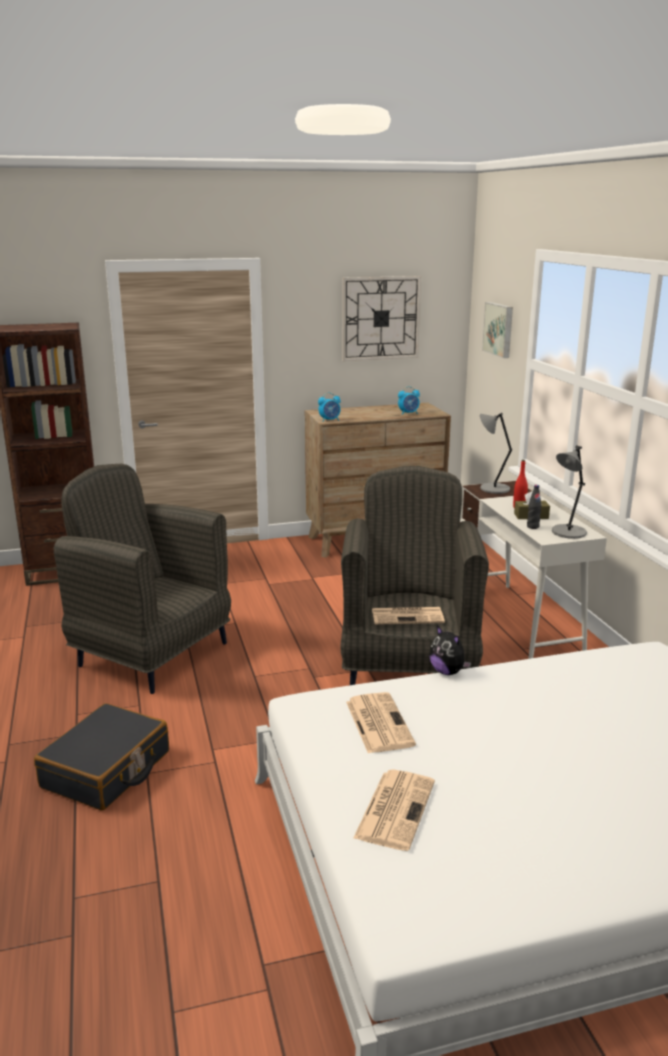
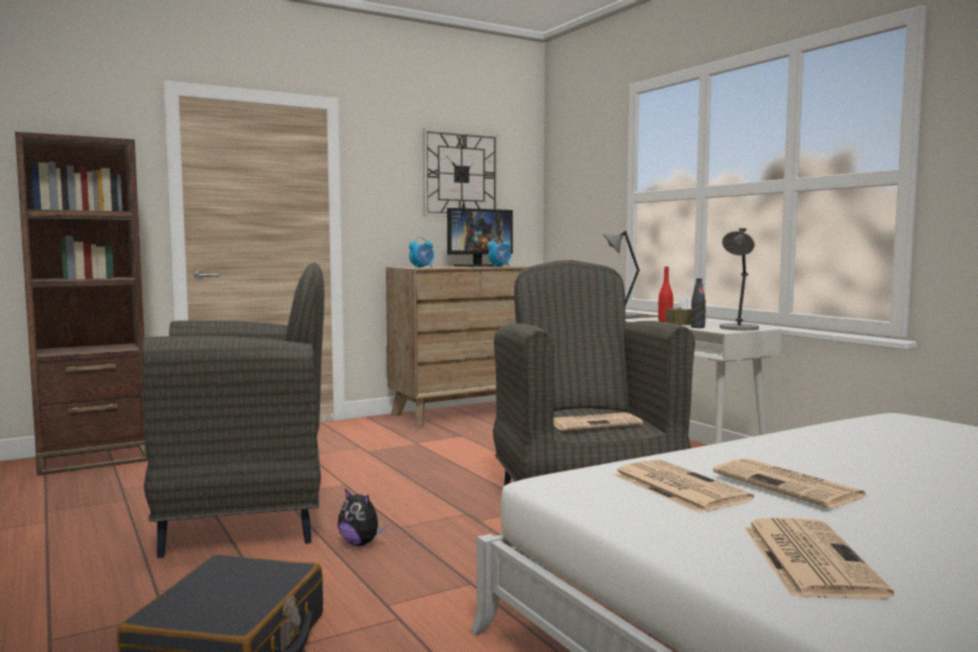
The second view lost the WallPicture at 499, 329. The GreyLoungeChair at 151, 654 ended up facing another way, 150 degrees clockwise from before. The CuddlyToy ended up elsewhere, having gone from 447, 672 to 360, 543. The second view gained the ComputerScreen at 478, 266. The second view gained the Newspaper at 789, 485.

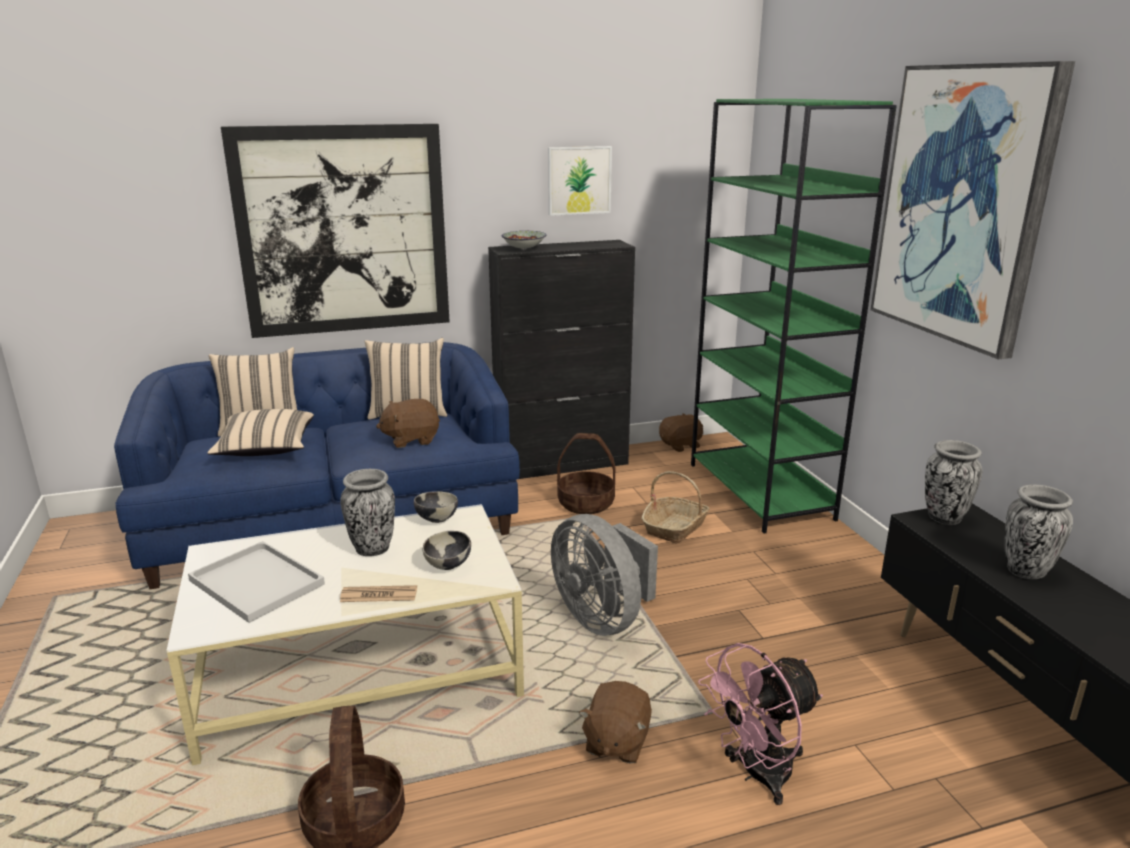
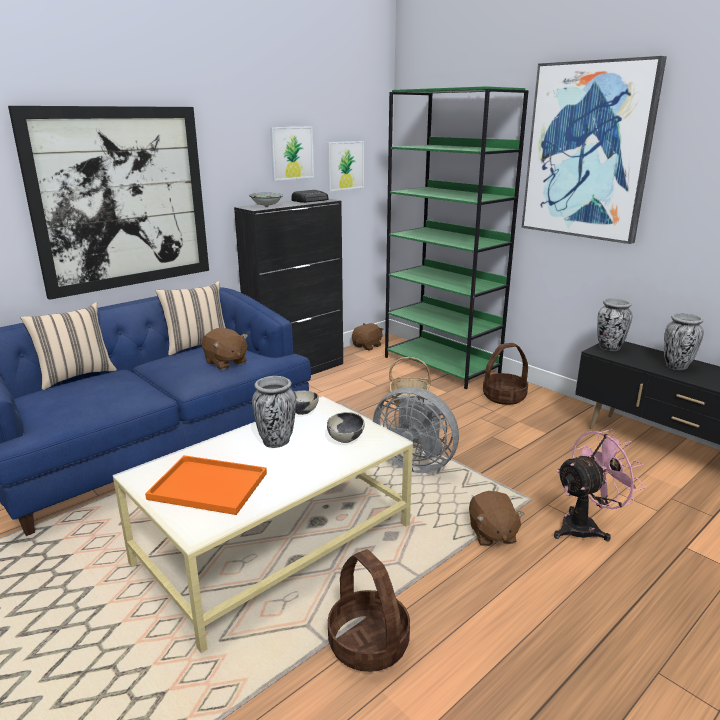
The BrownColouredCuddlyToy at 411, 439 ended up facing another way, 90 degrees counterclockwise from before. The second view lost the BeigeThrowPillow at 266, 450. The StorageBasket ended up elsewhere, having gone from 585, 503 to 504, 397. What was the WhiteCarryingTray at 254, 582 turned into the OrangeColouredCarryingTray at 206, 486. The second view lost the Newspaper at 379, 595. The PinkCoolingFan at 756, 775 ended up facing another way, 150 degrees counterclockwise from before. The second view gained the WallPicture at 345, 165. The second view gained the RadioReceiver at 310, 200.

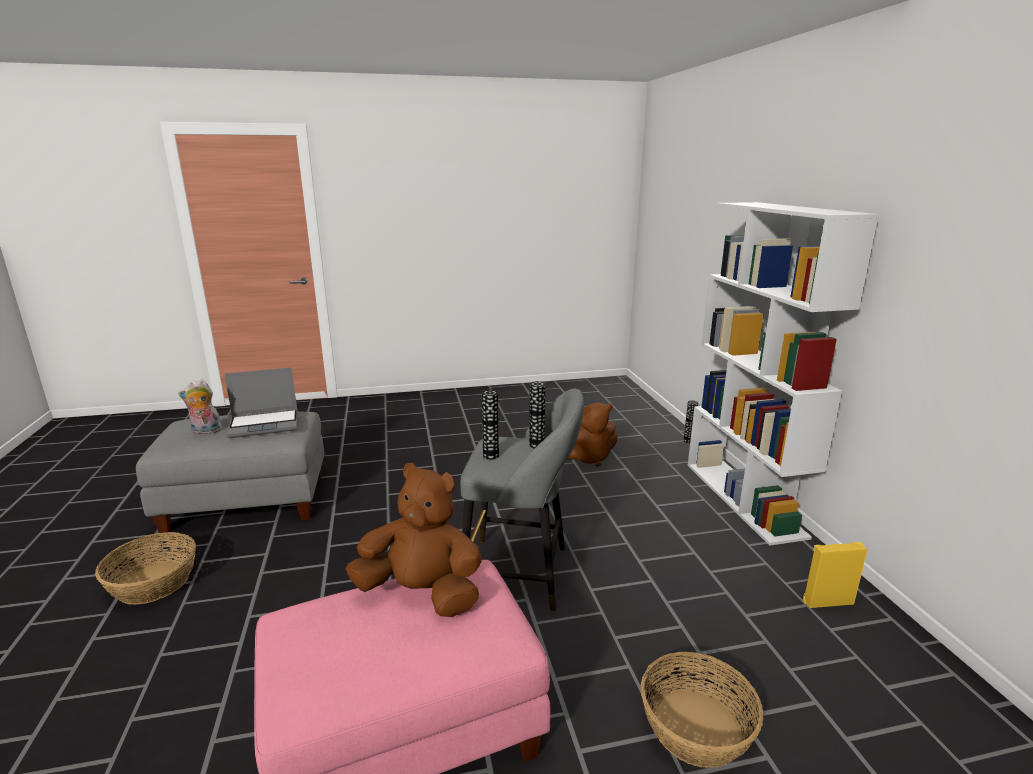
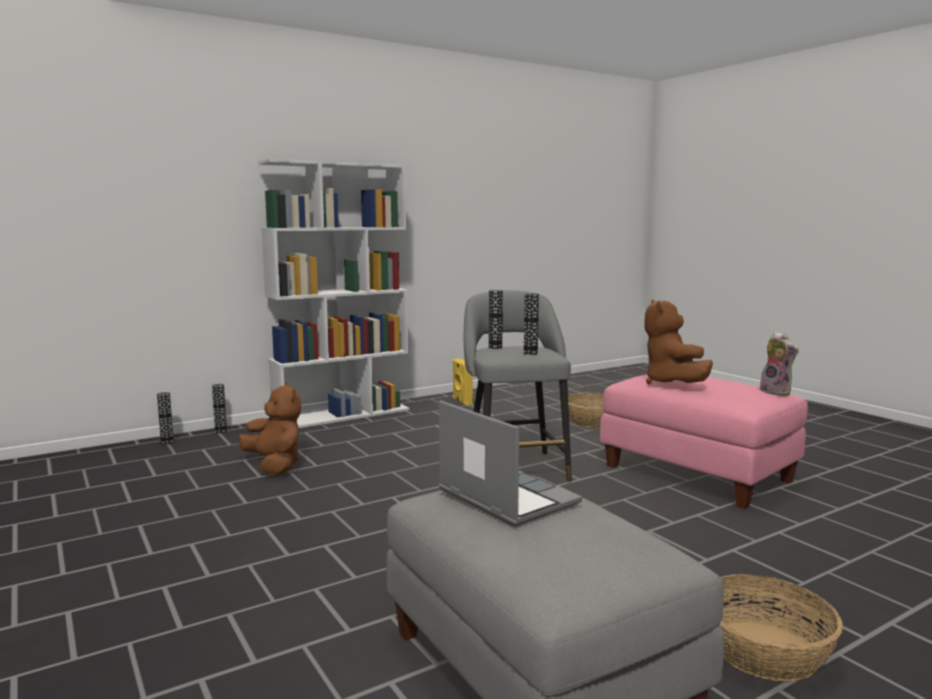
The CuddlyToy ended up elsewhere, having gone from 205, 431 to 777, 392. The second view gained the DecorativeVase at 167, 442.

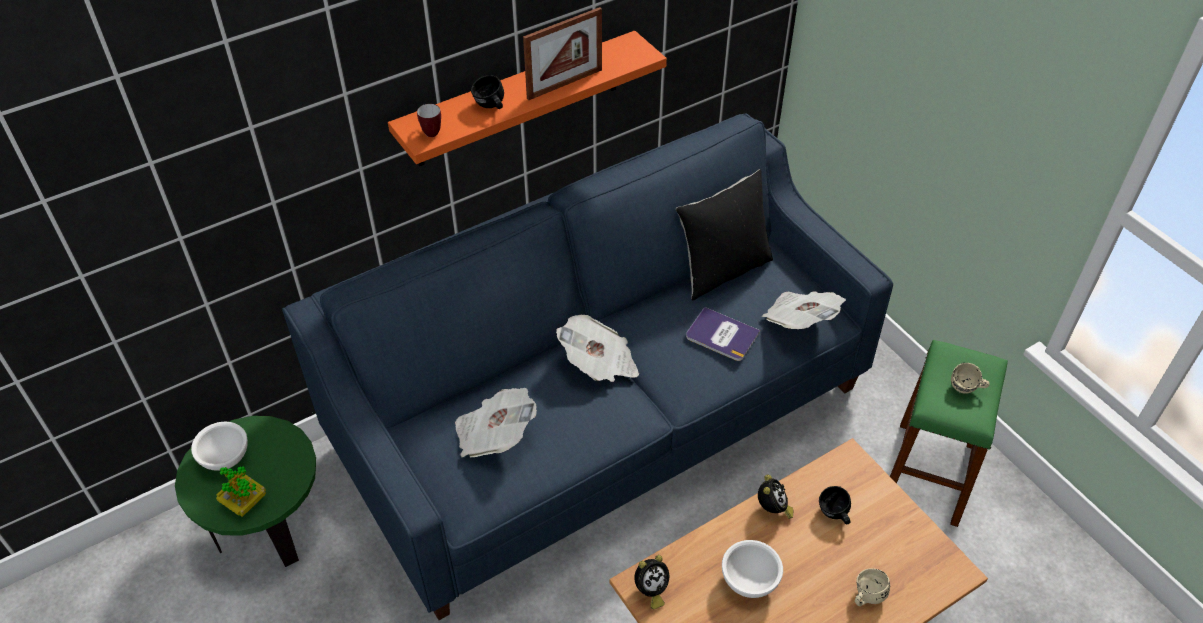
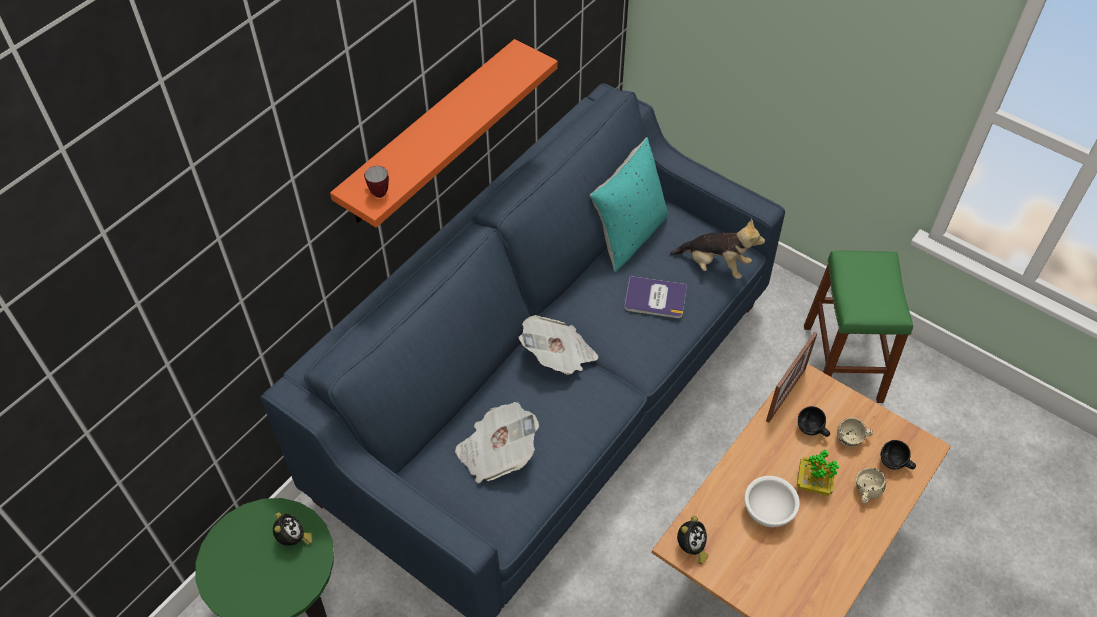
The PhotoFrame ended up elsewhere, having gone from 564, 84 to 786, 394. The BlackMug ended up elsewhere, having gone from 490, 107 to 894, 465. What was the BlackThrowPillow at 722, 270 turned into the TurquoiseColouredThrowPillow at 628, 235. Where the Newspaper stood at 799, 321, the CuddlyToy came to stand at 715, 265. The BeigeMug ended up elsewhere, having gone from 966, 389 to 852, 440. The second view lost the WhiteDeepDish at 226, 458. The PlantInAPot ended up elsewhere, having gone from 244, 502 to 813, 483. The TableClock ended up elsewhere, having gone from 772, 509 to 293, 539.

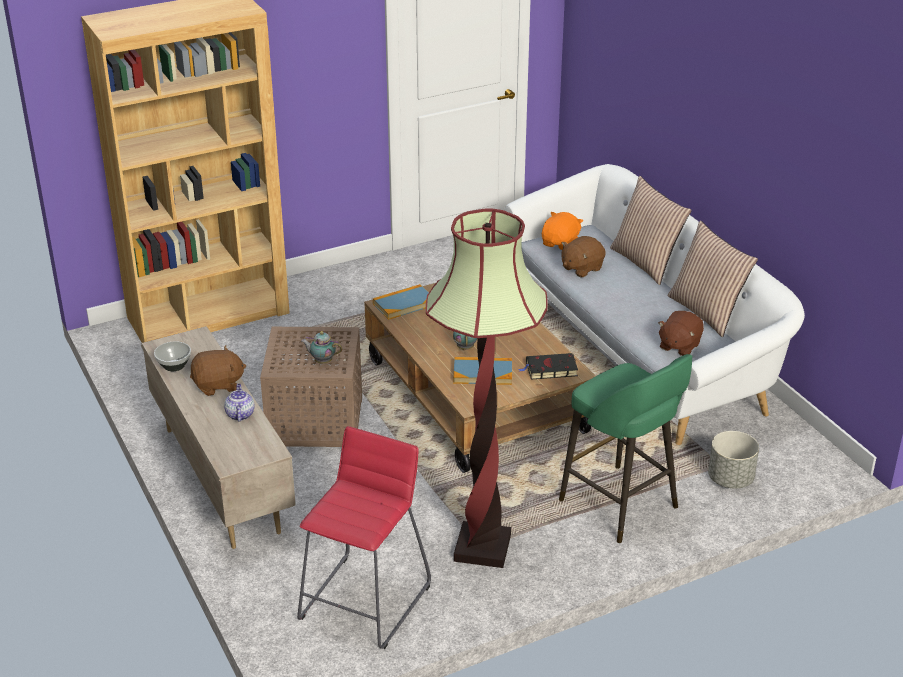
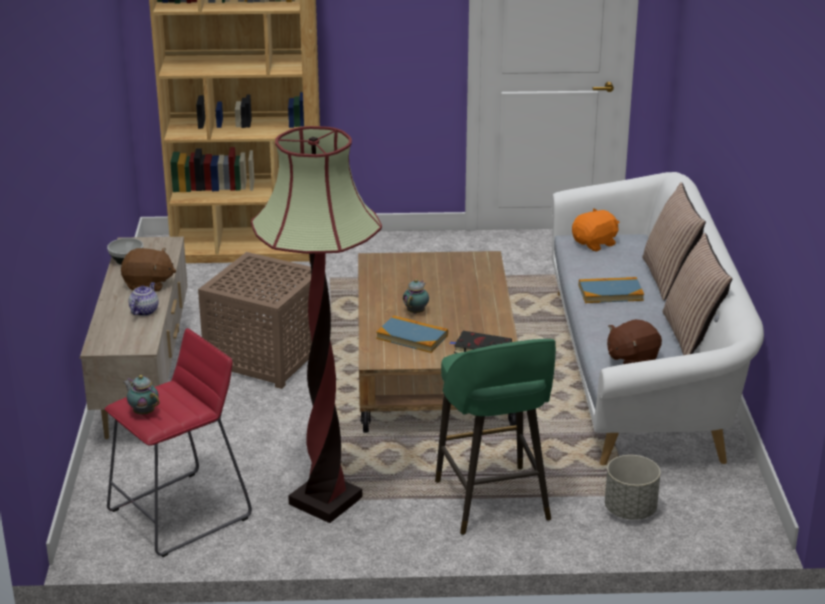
The second view lost the BrownColouredCuddlyToy at 581, 268. The BoundBook ended up elsewhere, having gone from 404, 304 to 610, 293. The PotForTea ended up elsewhere, having gone from 322, 361 to 143, 412.

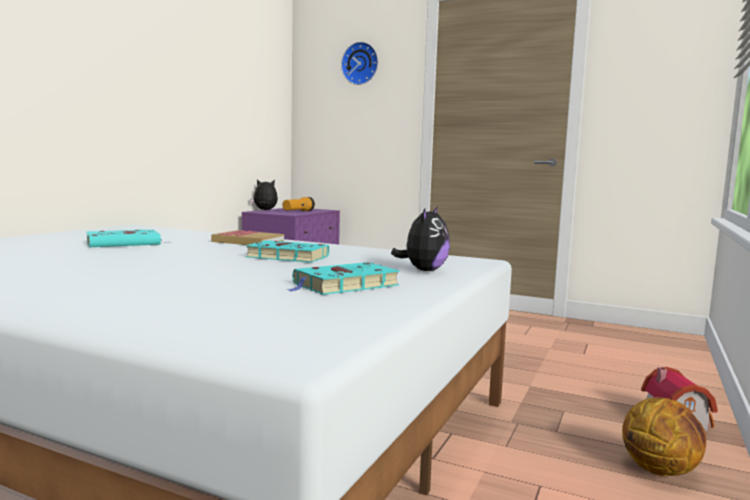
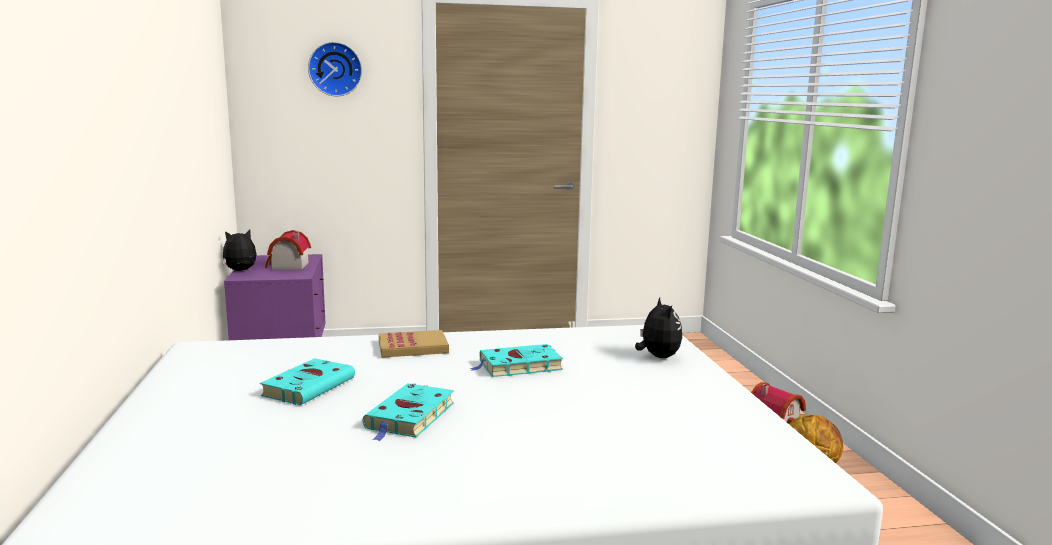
Where the Flashlight stood at 298, 211, the MiniatureHouse came to stand at 287, 266. The TurquoiseColouredBoundBook ended up elsewhere, having gone from 343, 285 to 409, 417.

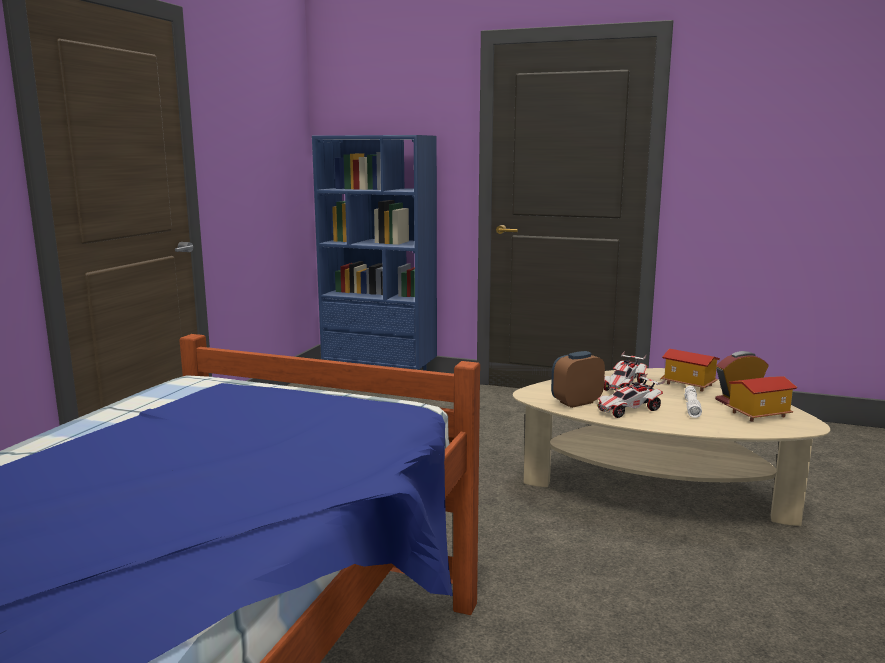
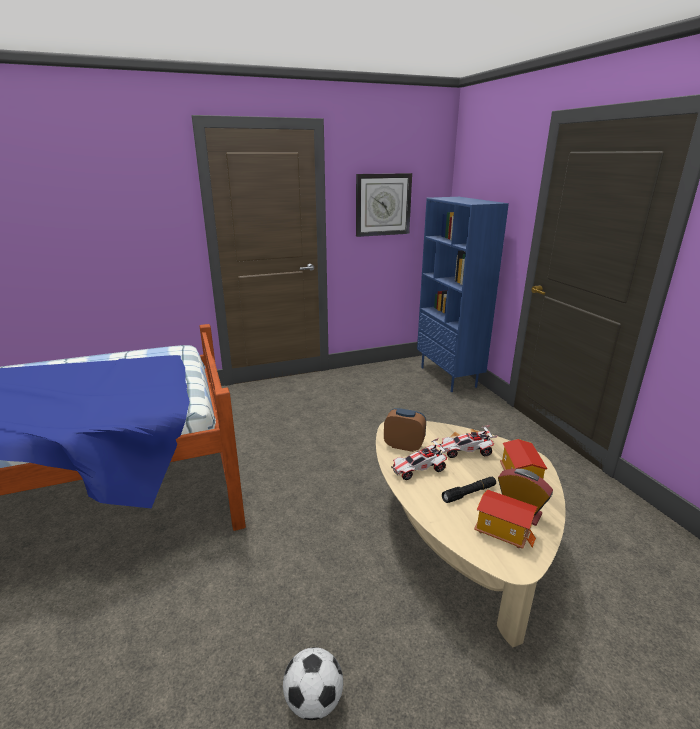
The ModelCar at 628, 410 ended up facing another way, 45 degrees counterclockwise from before. What was the WhiteFlashlight at 691, 406 turned into the BlackFlashlight at 469, 493. The second view gained the HangingClock at 383, 204. The second view gained the Football at 314, 701.

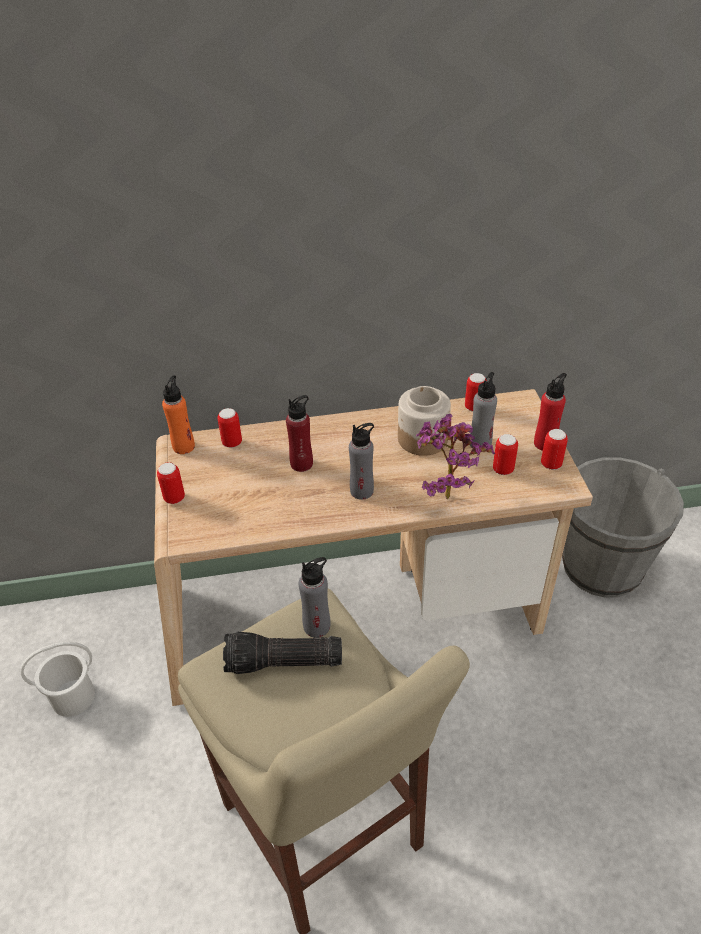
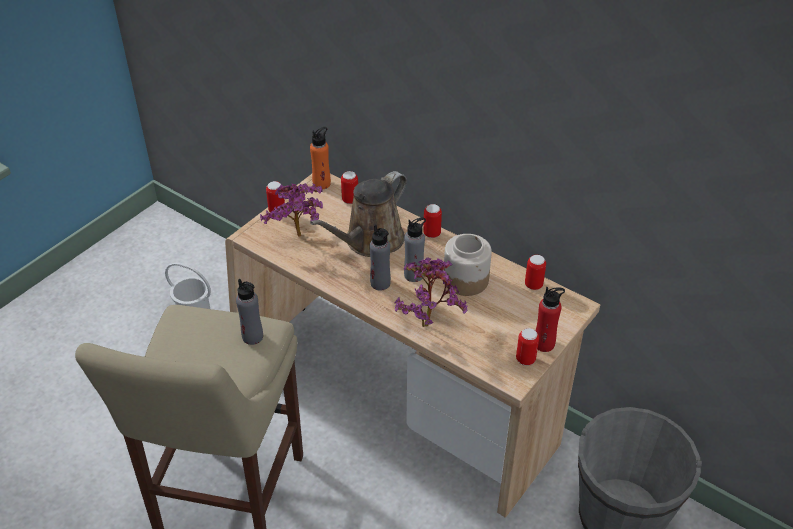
The GreyBottle ended up elsewhere, having gone from 480, 443 to 414, 275. Where the ReddishBottle stood at 301, 464, the BrownColouredSprinklingCan came to stand at 370, 241. The Can ended up elsewhere, having gone from 503, 469 to 432, 234. The second view lost the Flashlight at 283, 664. The second view gained the PlantInAPot at 300, 238.

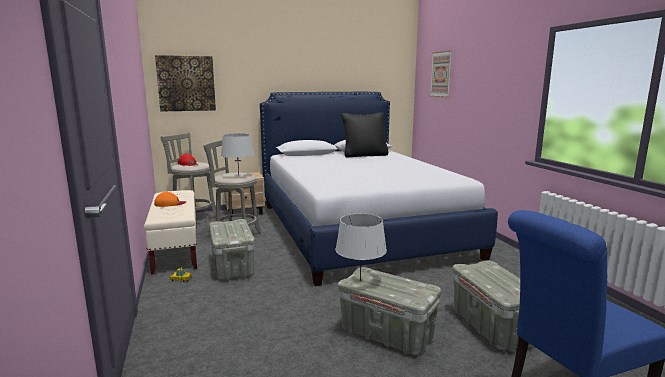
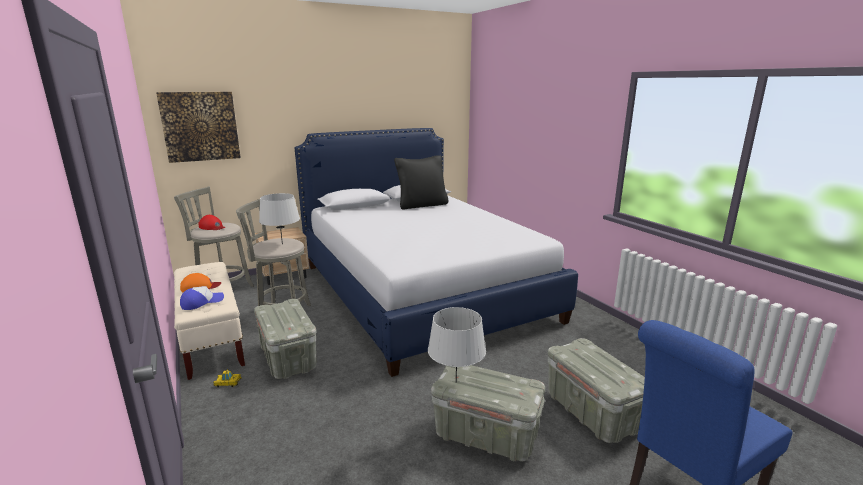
The second view lost the WallPicture at 441, 74. The second view gained the BaseballCap at 202, 302.

